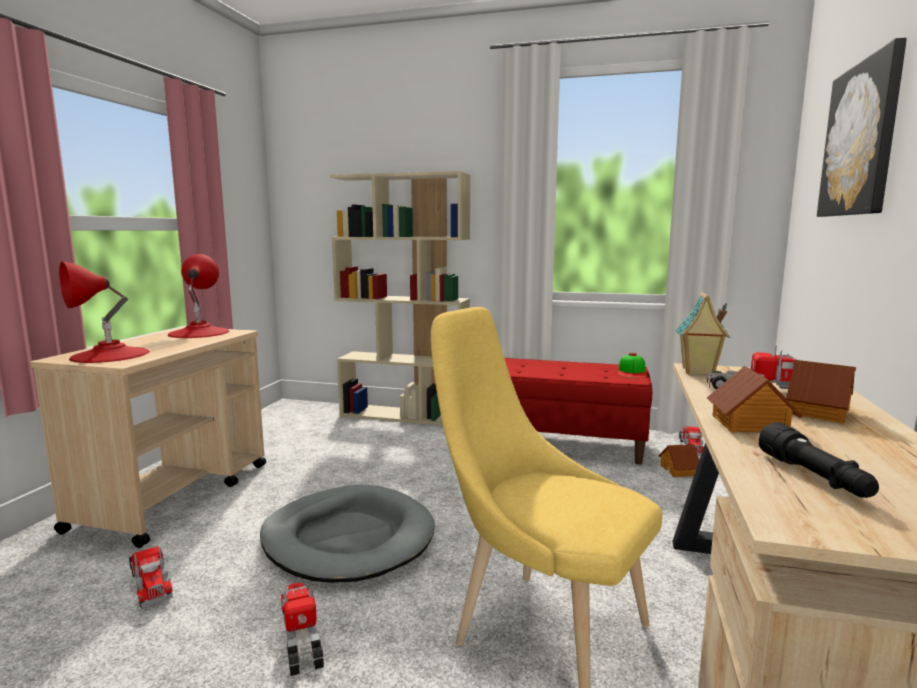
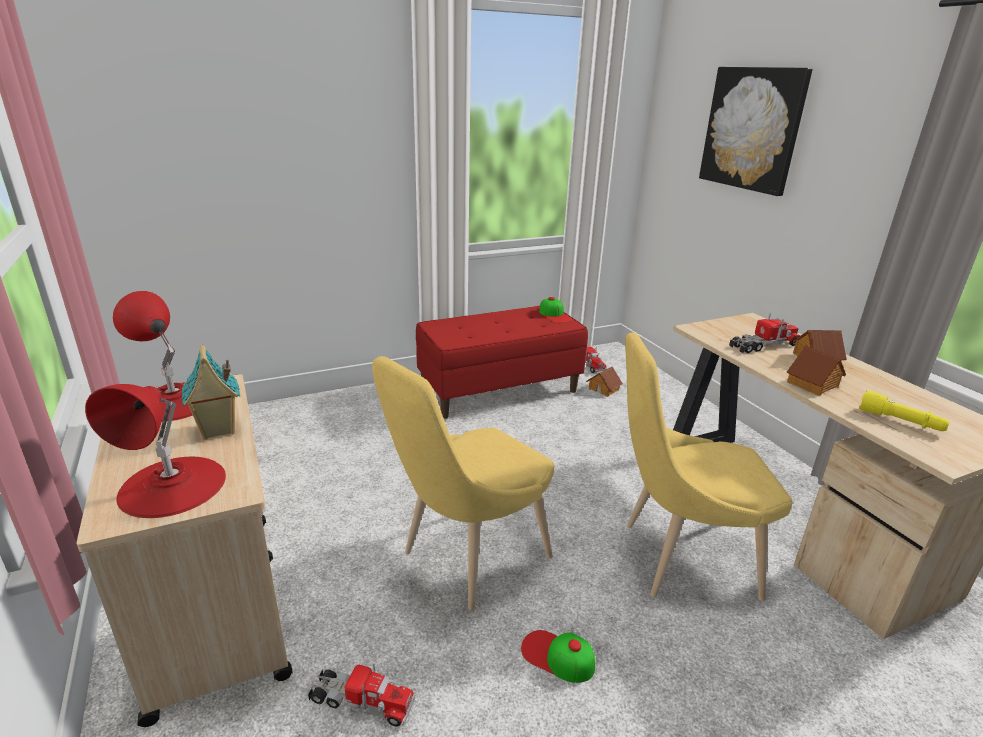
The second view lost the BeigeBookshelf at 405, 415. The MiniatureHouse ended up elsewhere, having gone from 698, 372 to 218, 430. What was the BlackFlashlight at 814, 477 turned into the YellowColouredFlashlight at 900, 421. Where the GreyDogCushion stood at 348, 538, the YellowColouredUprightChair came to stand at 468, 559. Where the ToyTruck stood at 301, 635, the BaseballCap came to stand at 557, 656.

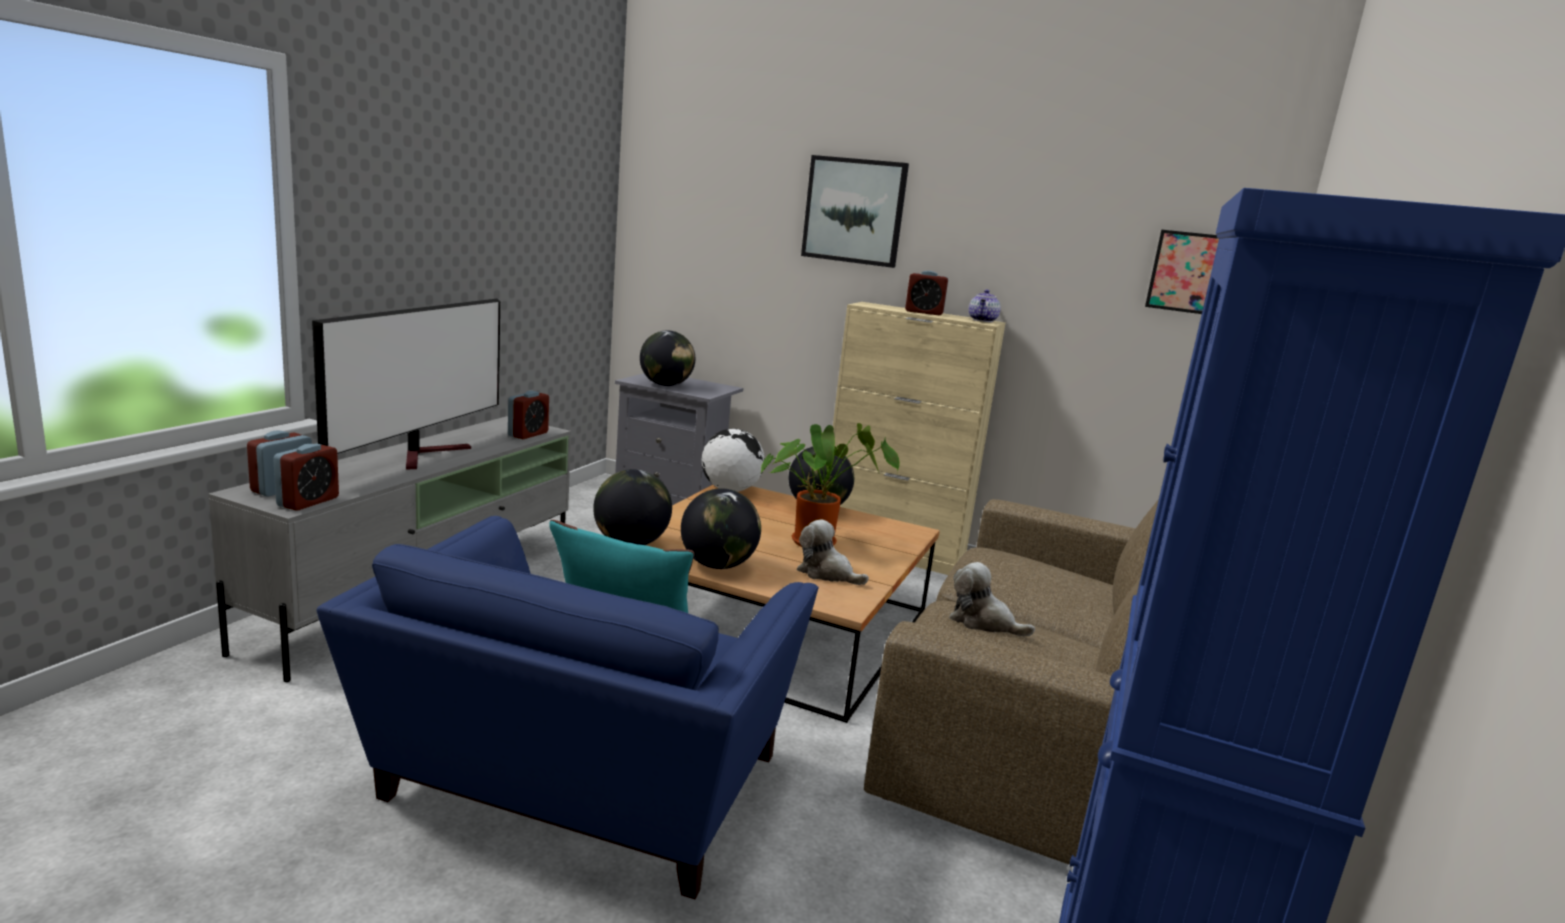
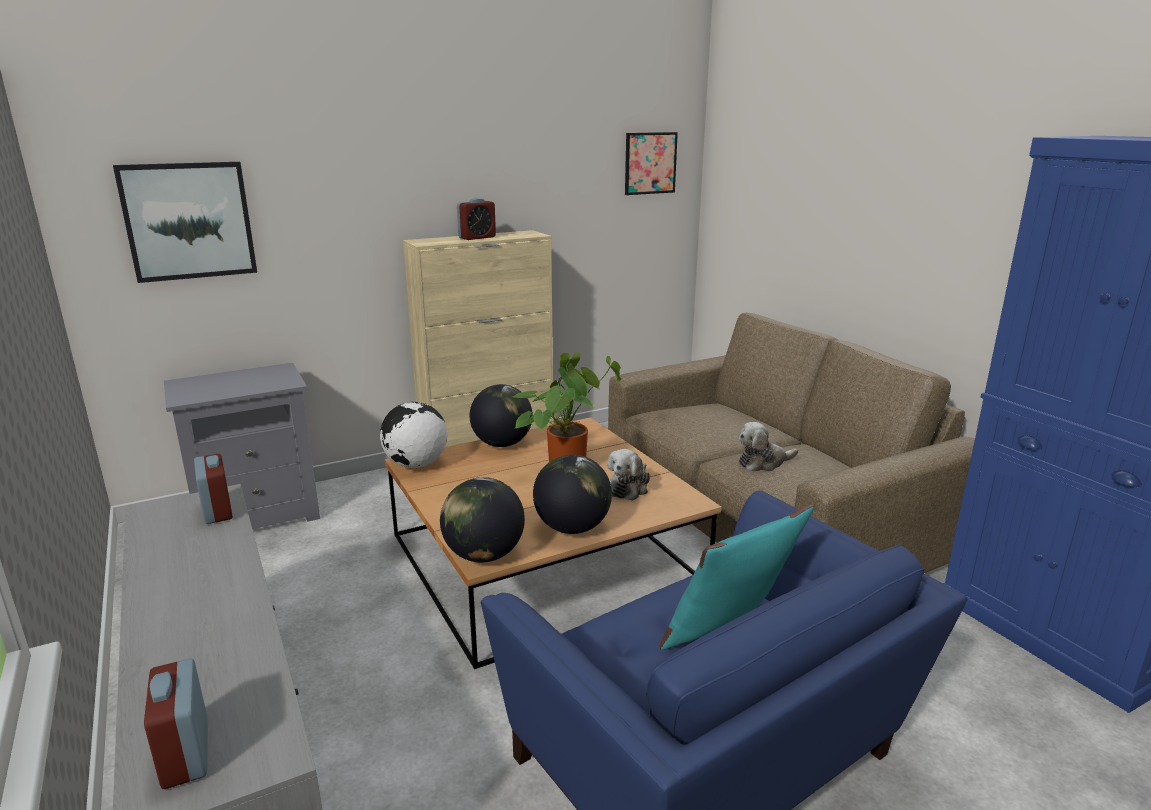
The WallPicture ended up elsewhere, having gone from 854, 211 to 188, 221. The second view lost the PotForTea at 983, 320. The second view lost the TvSet at 427, 454. The second view lost the DeskGlobe at 665, 385. The second view lost the TableClock at 308, 502. The CuddlyToy at 827, 573 ended up facing another way, 45 degrees counterclockwise from before.

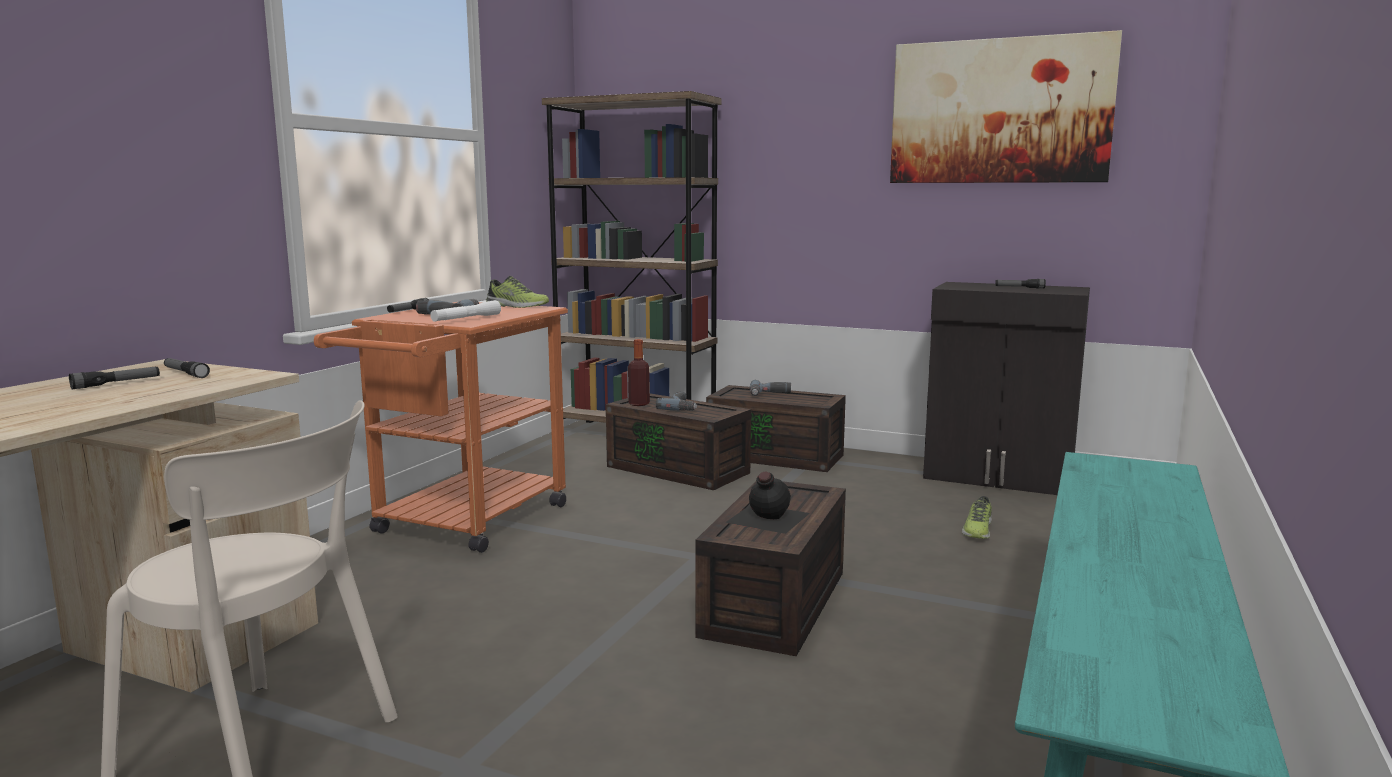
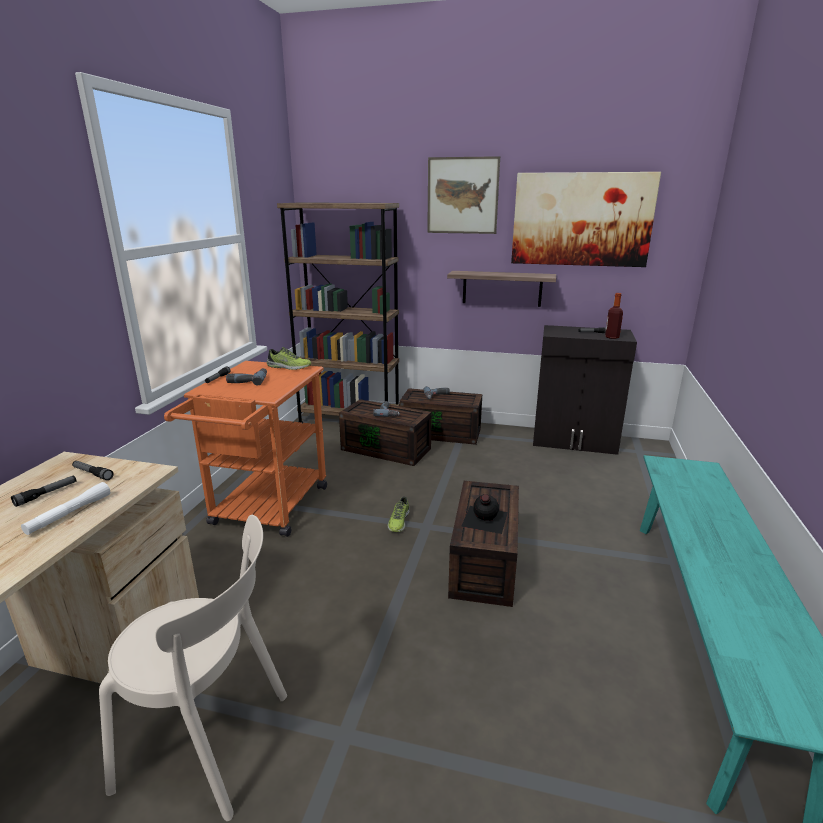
The WhiteFlashlight ended up elsewhere, having gone from 466, 318 to 69, 514. The Bottle ended up elsewhere, having gone from 639, 404 to 612, 337. The ItemOfFootwear ended up elsewhere, having gone from 977, 530 to 398, 521. The second view gained the WallPicture at 462, 196. The second view gained the WallShelf at 502, 288.

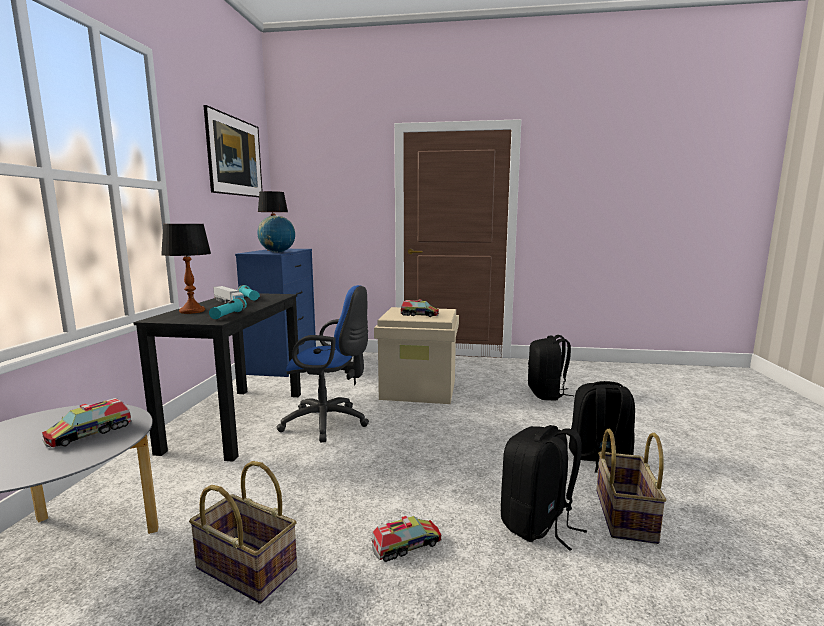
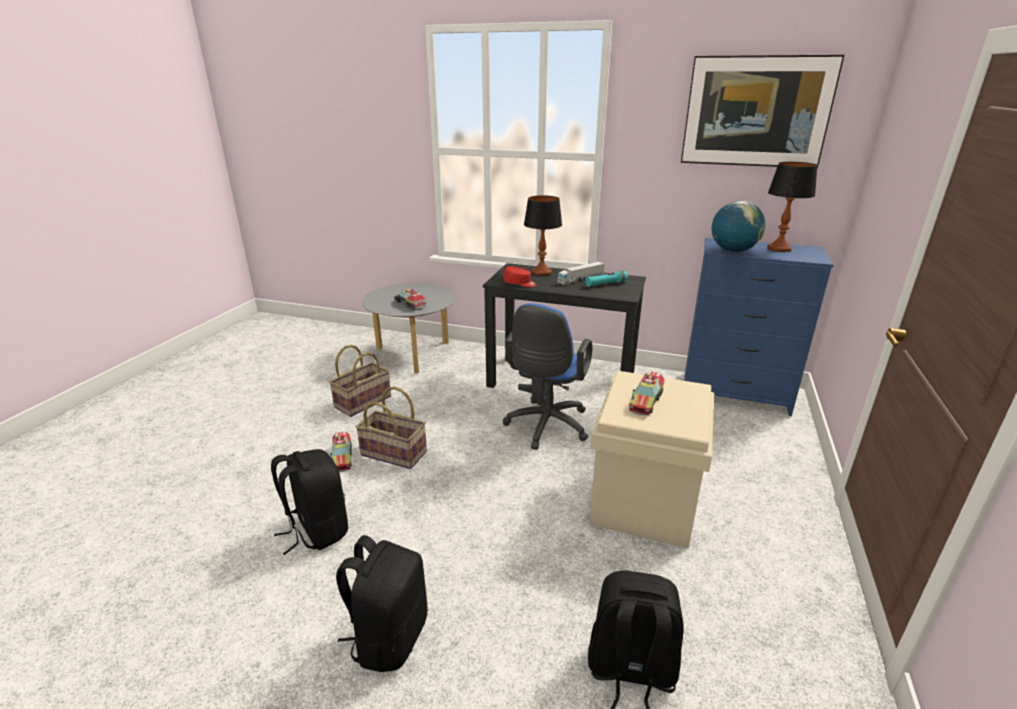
Where the TurquoiseColouredFlashlight stood at 229, 315, the ReddishBaseballCap came to stand at 520, 284. The StorageBasket ended up elsewhere, having gone from 623, 515 to 394, 453.

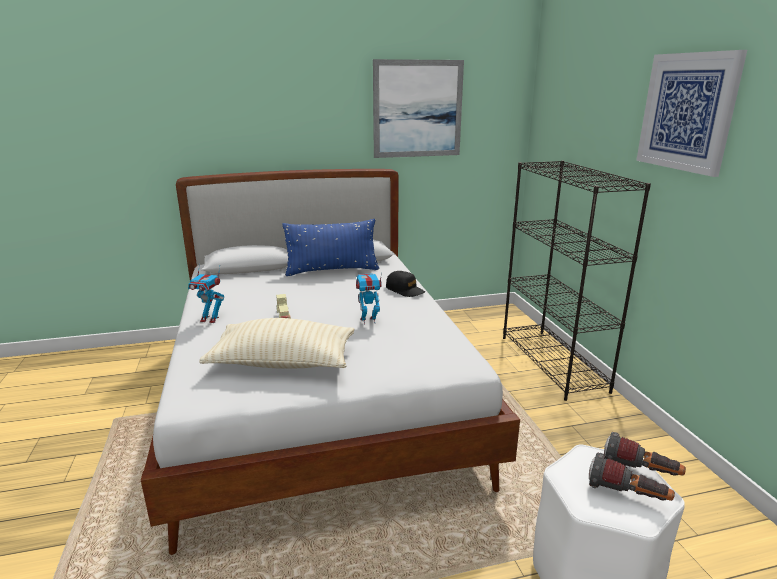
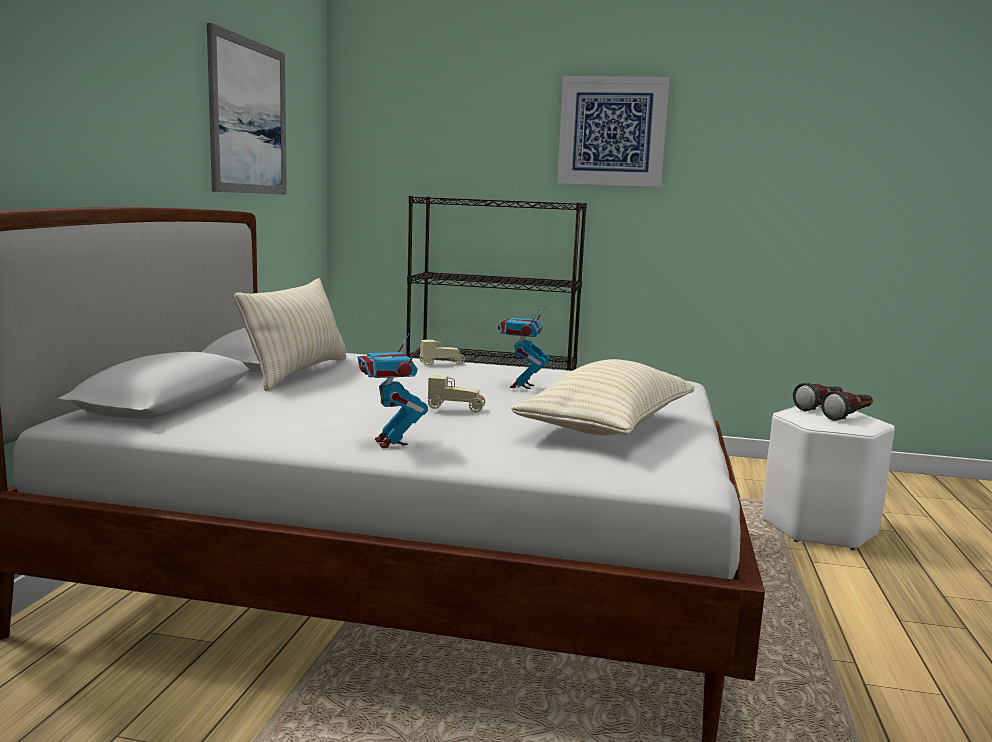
What was the BluishThrowPillow at 332, 270 turned into the BeigeThrowPillow at 298, 372. The ToyRobot at 210, 319 ended up facing another way, 120 degrees clockwise from before. Where the BlackBaseballCap stood at 405, 290, the BeigeModelCar came to stand at 442, 363.

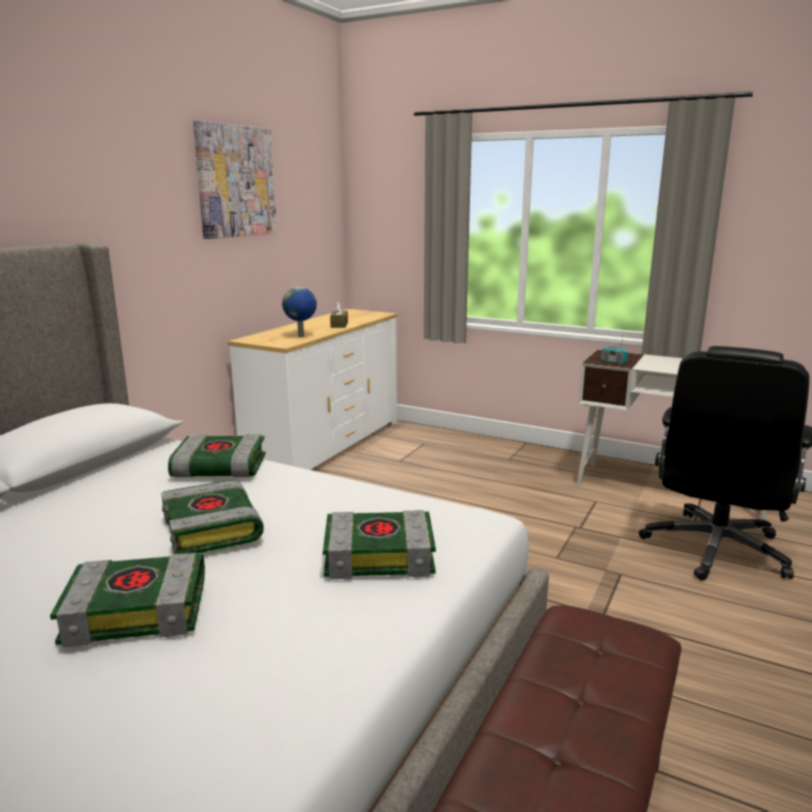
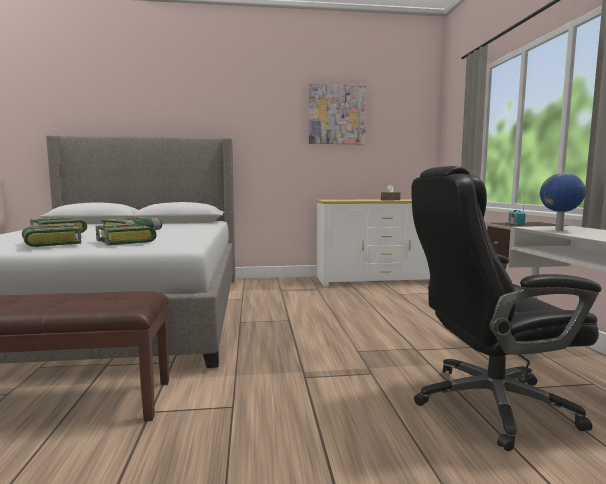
The DeskGlobe ended up elsewhere, having gone from 301, 336 to 559, 230. The BoundBook ended up elsewhere, having gone from 218, 468 to 50, 243.

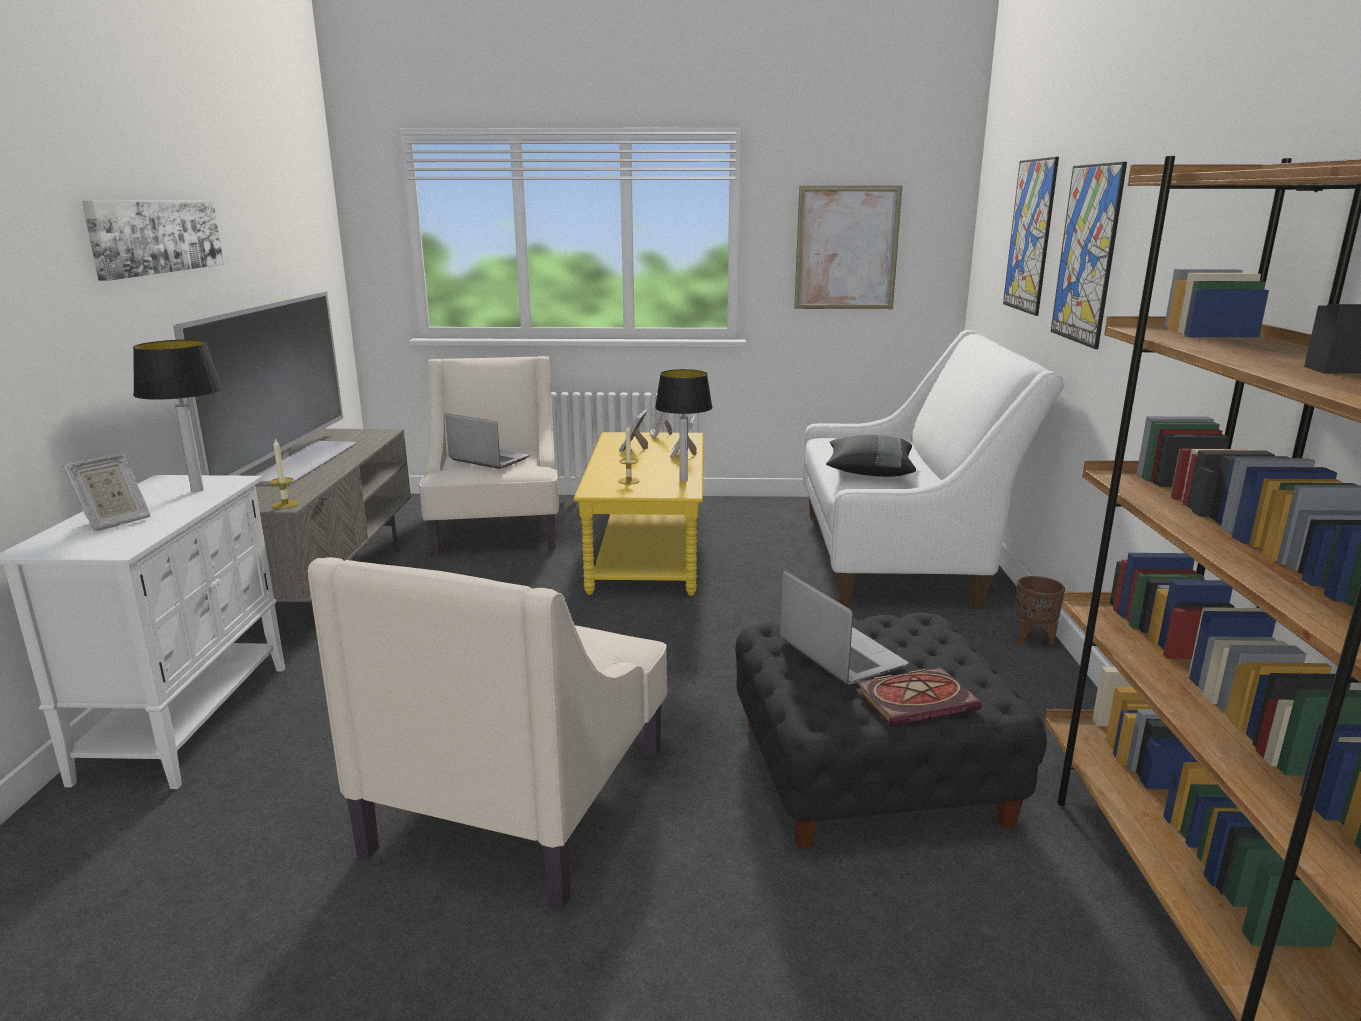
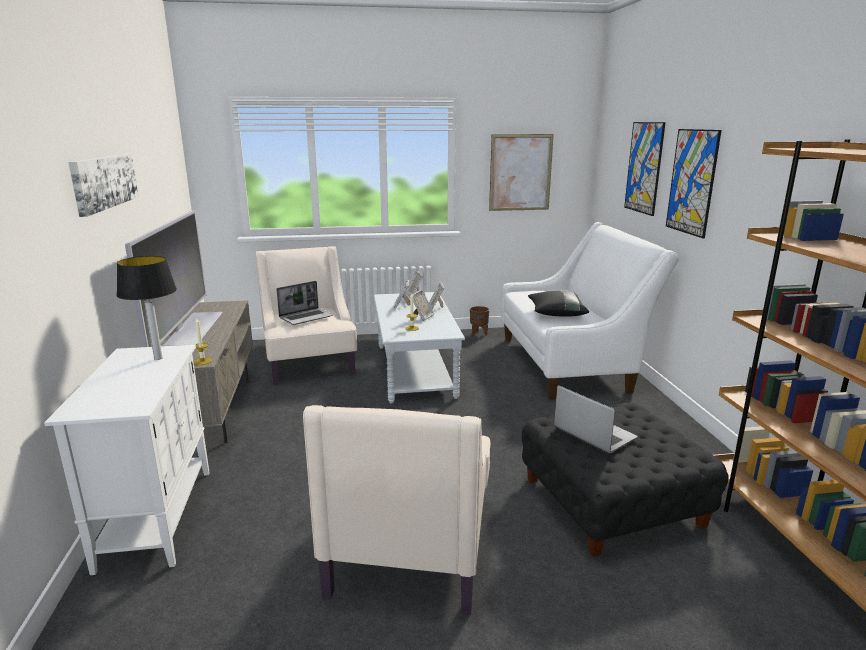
The second view lost the TabletopLamp at 684, 479. The PortableComputer at 488, 459 ended up facing another way, 120 degrees clockwise from before. What was the YellowColouredLowTable at 647, 551 turned into the GreyLowTable at 415, 371. The PhotoFrame ended up elsewhere, having gone from 114, 522 to 422, 317. The BrownColouredPlanter ended up elsewhere, having gone from 1033, 640 to 479, 334. The second view lost the BoundBook at 917, 699.

